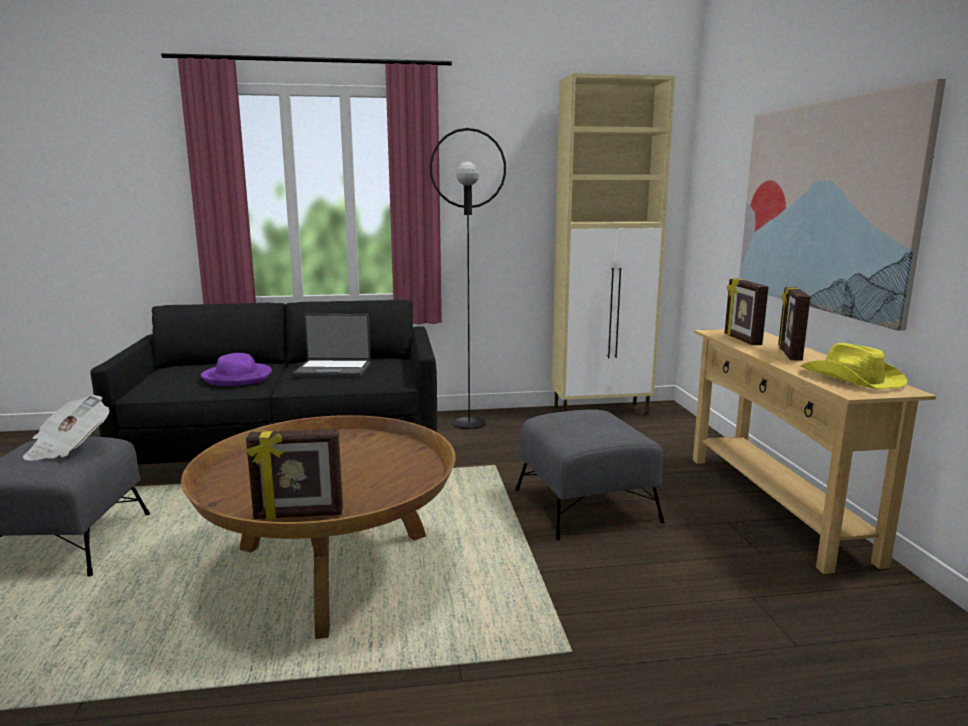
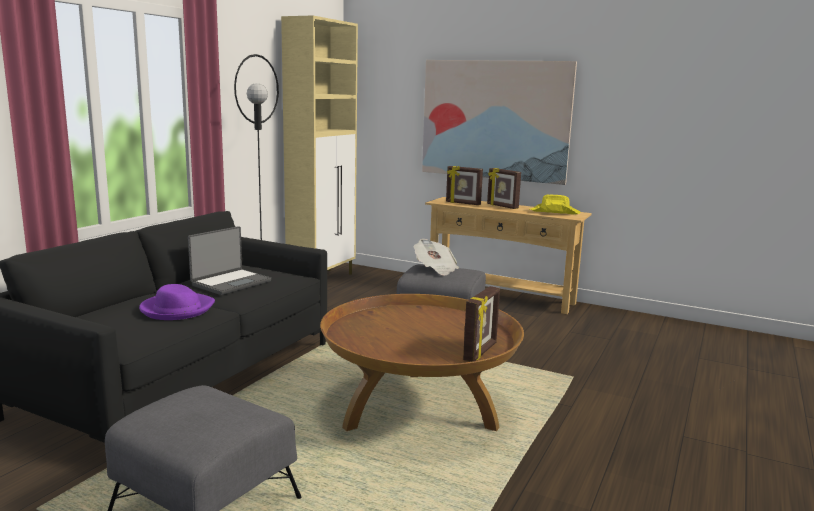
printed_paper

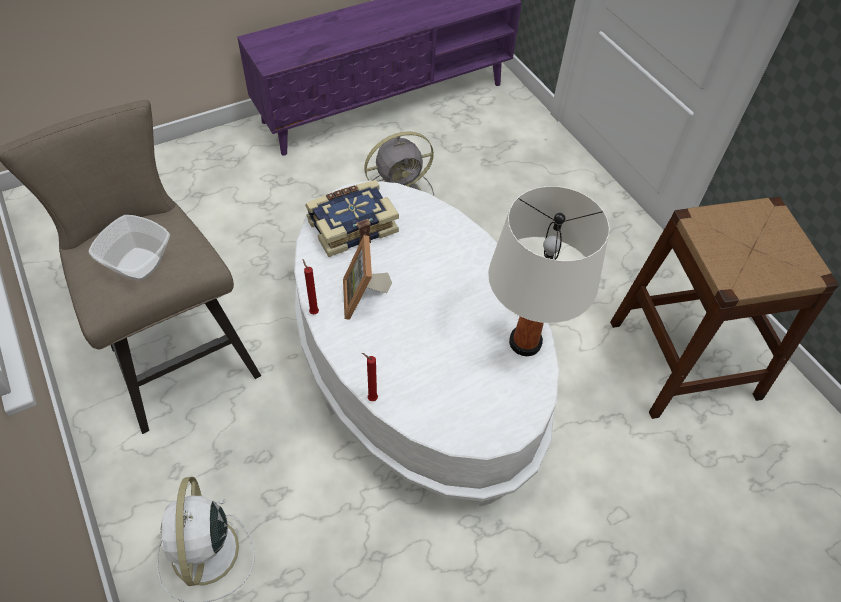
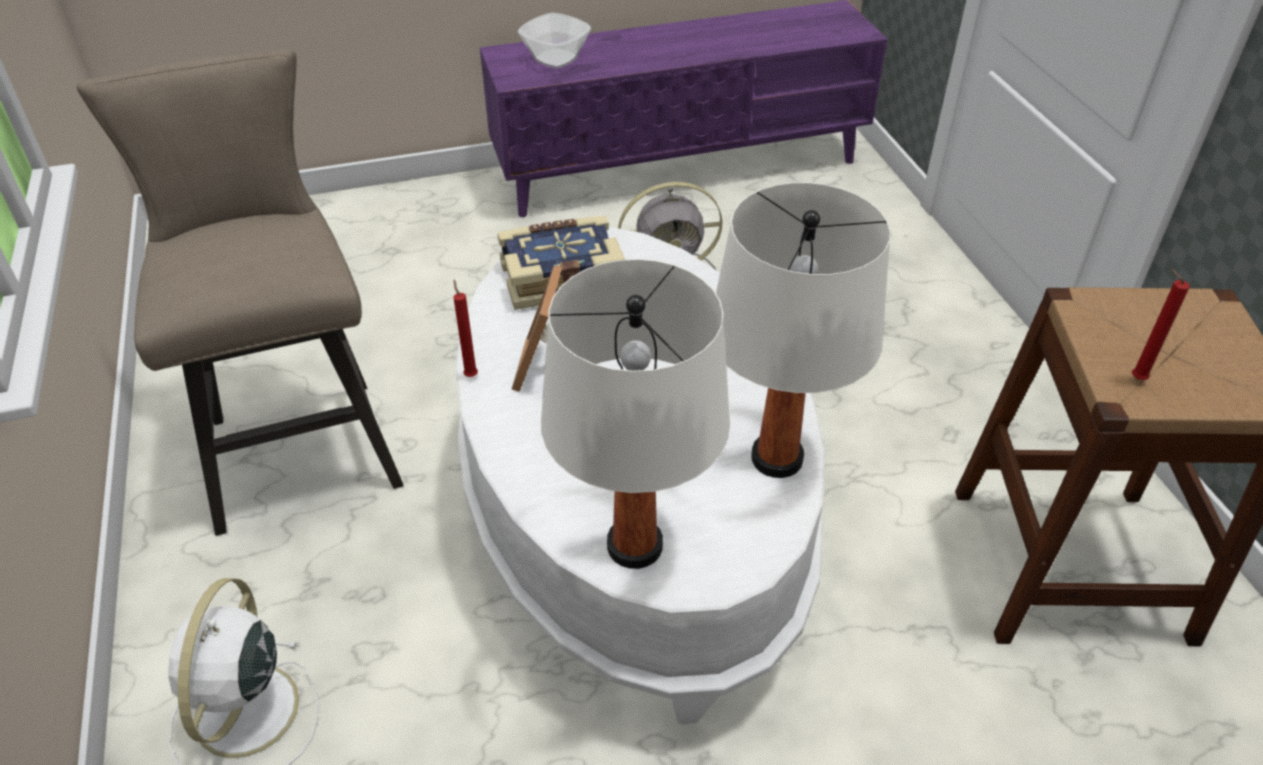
bowl
reddish_candle (no. 2 from left)
whitish_lamp_for_a_table (no. 1 from left)

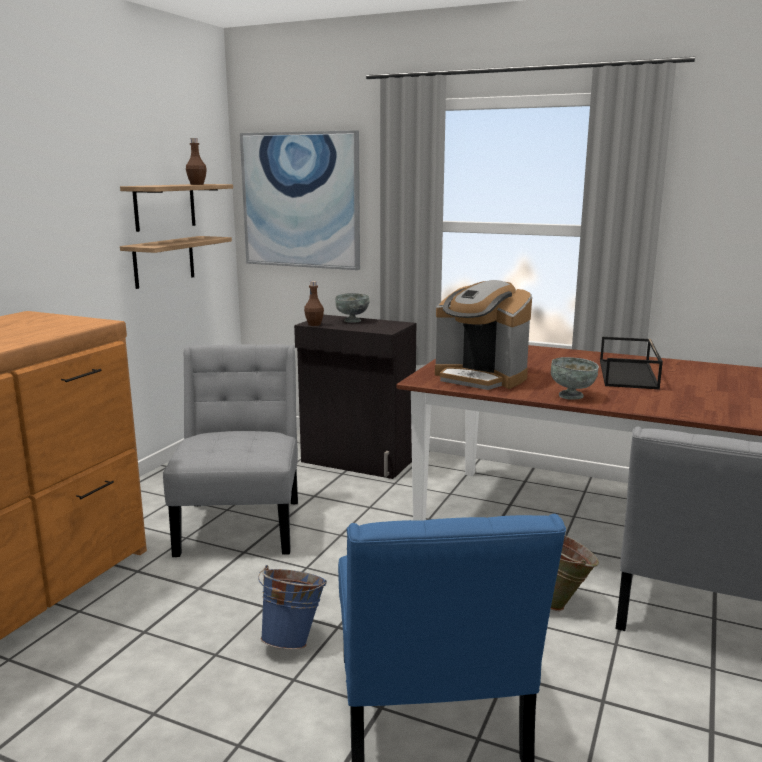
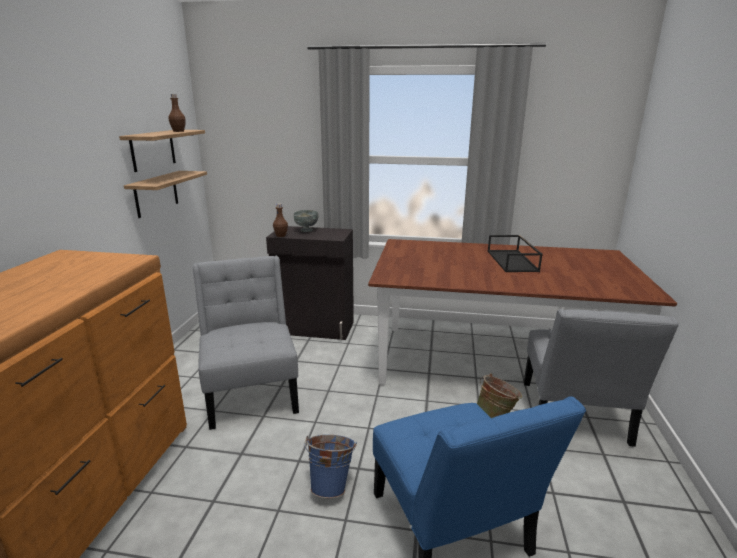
wall_art
coffee_maker
gray_bowl (no. 2 from left in the first image)

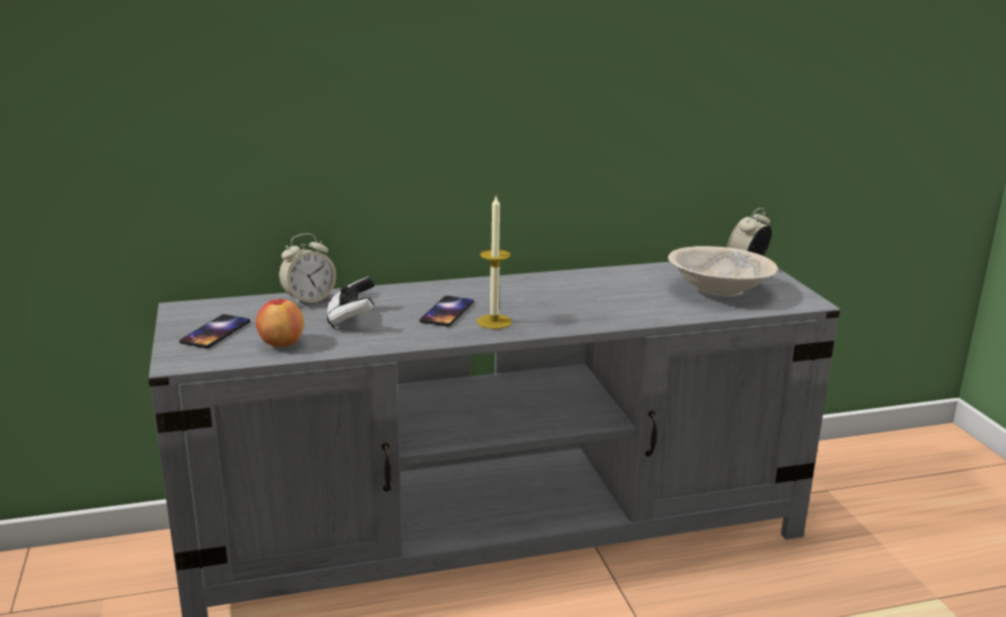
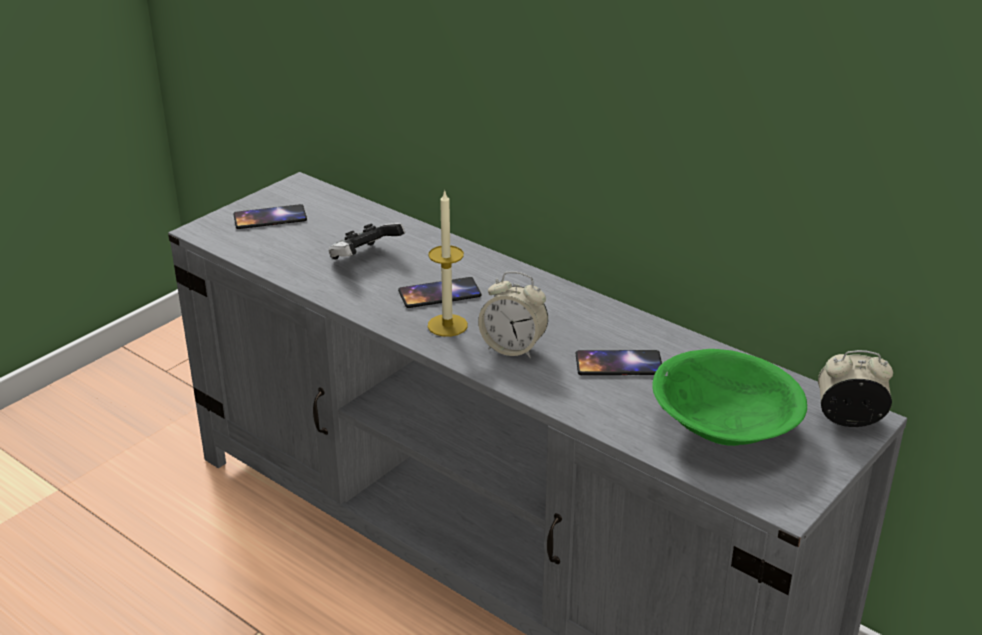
apple
bedside_clock (no. 1 from left)
green-coloured_bowl
handset (no. 3 from left)

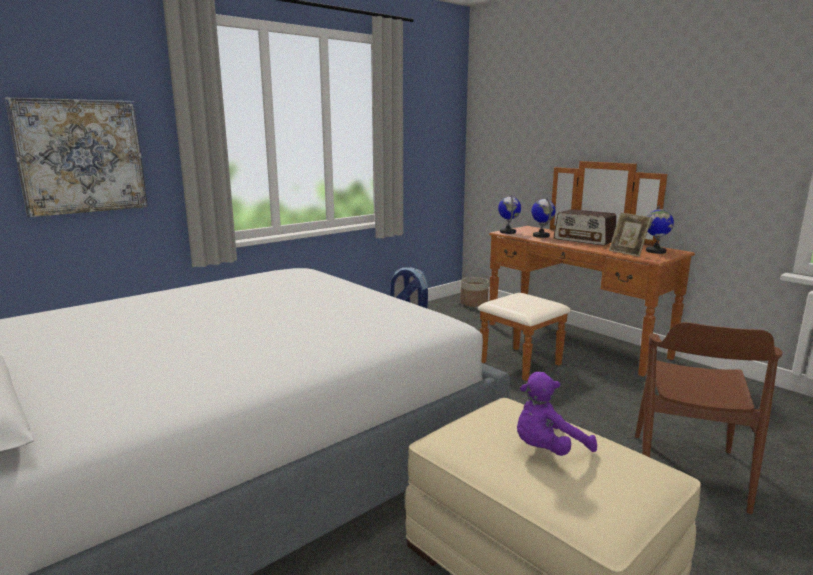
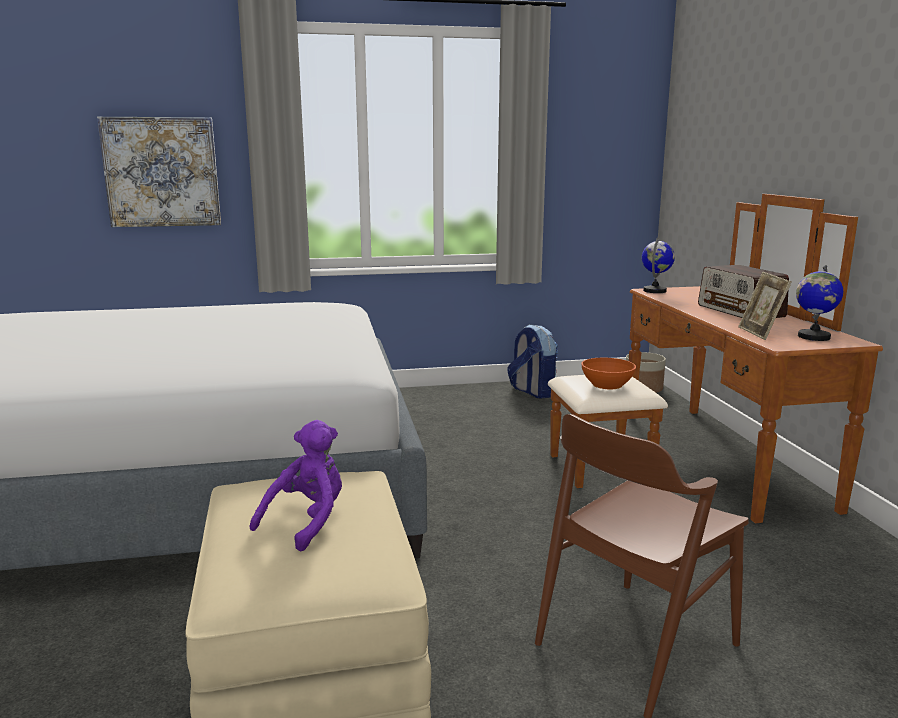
purple-coloured_soft_toy
globe (no. 2 from left in the first image)
orange_bowl

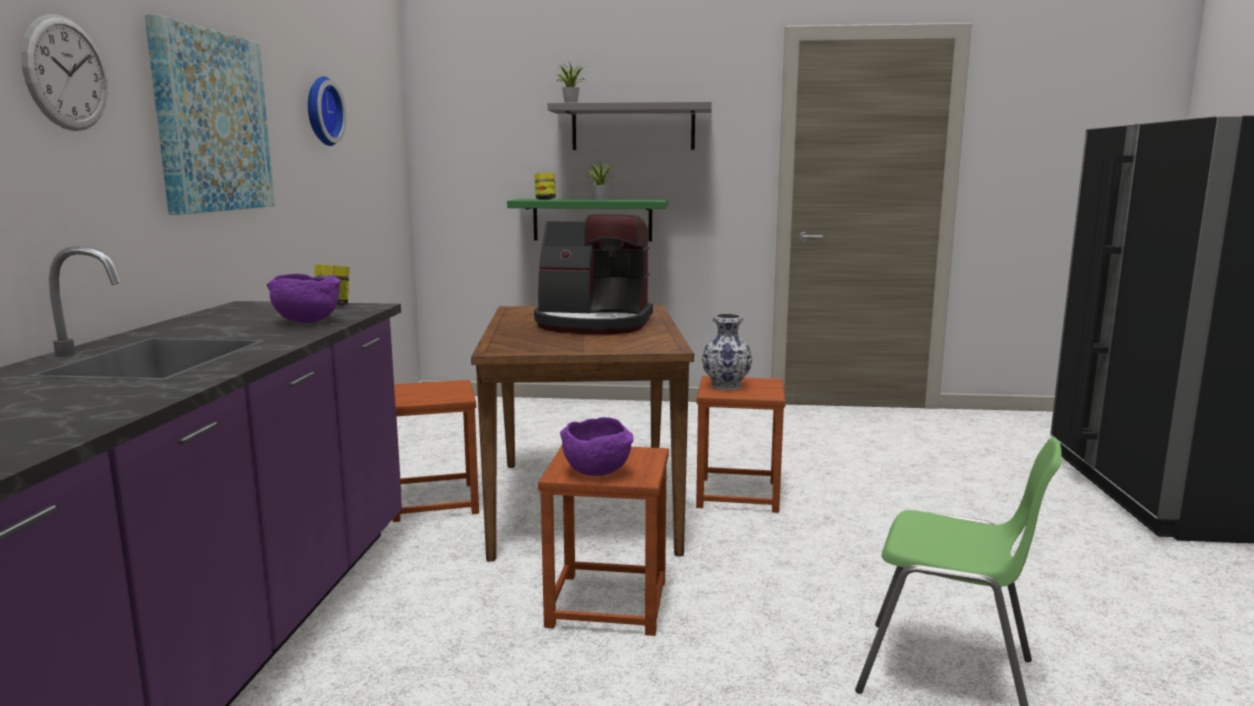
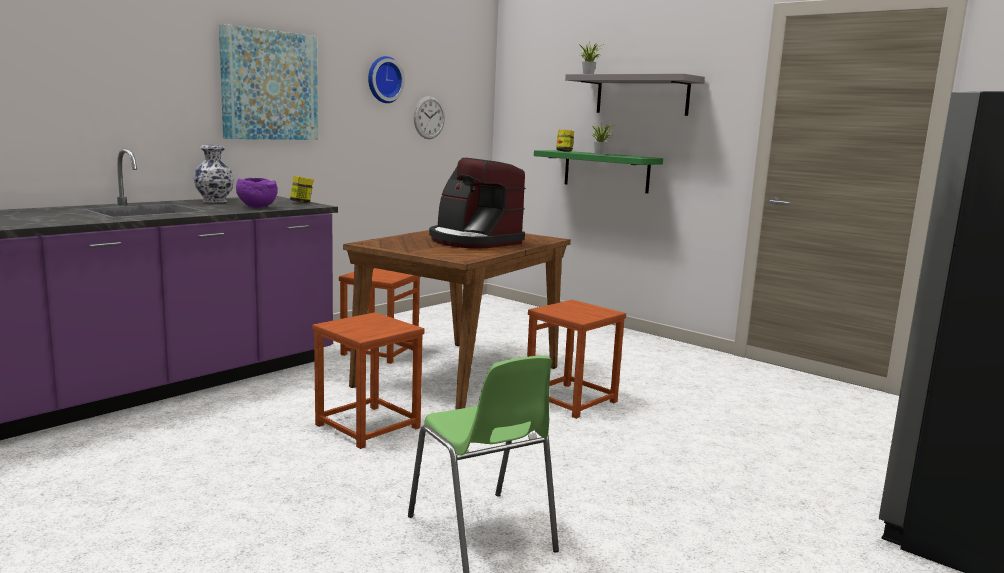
wall_clock (no. 2 from left)
purple-coloured_bowl (no. 2 from left in the first image)
vase

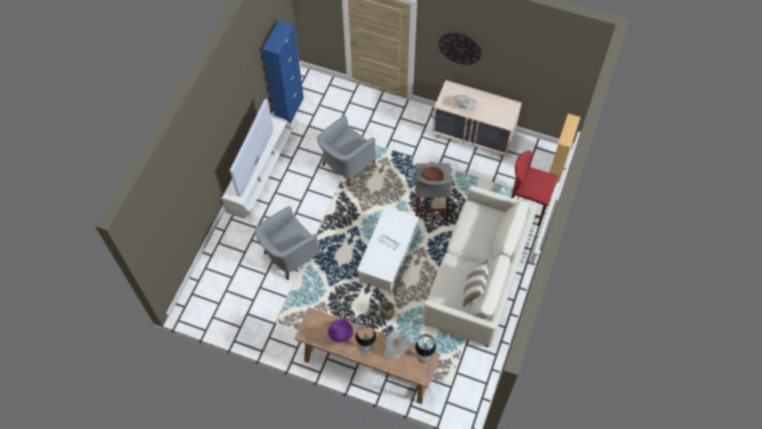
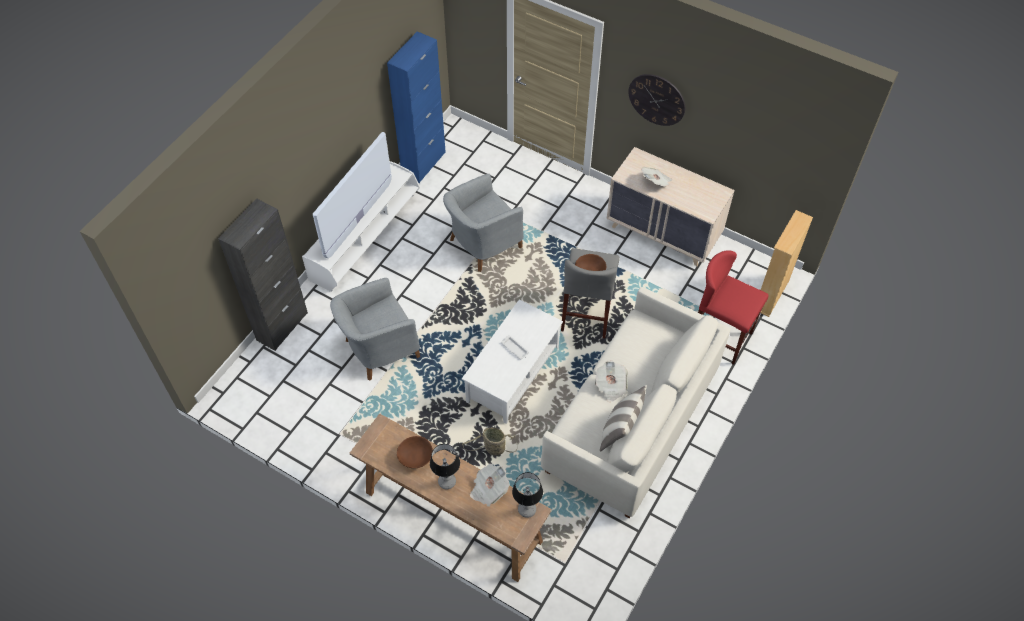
brown-coloured_bowl (no. 1 from left)
blackish_cabinet
printed_paper (no. 2 from left)

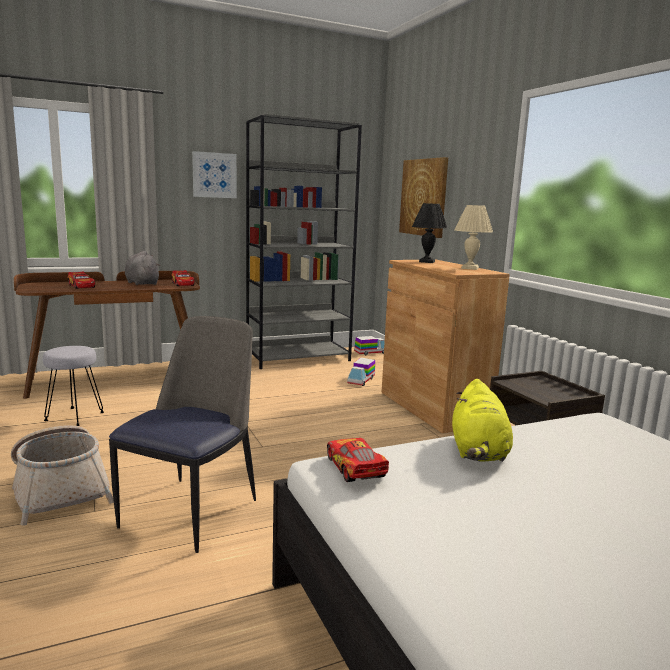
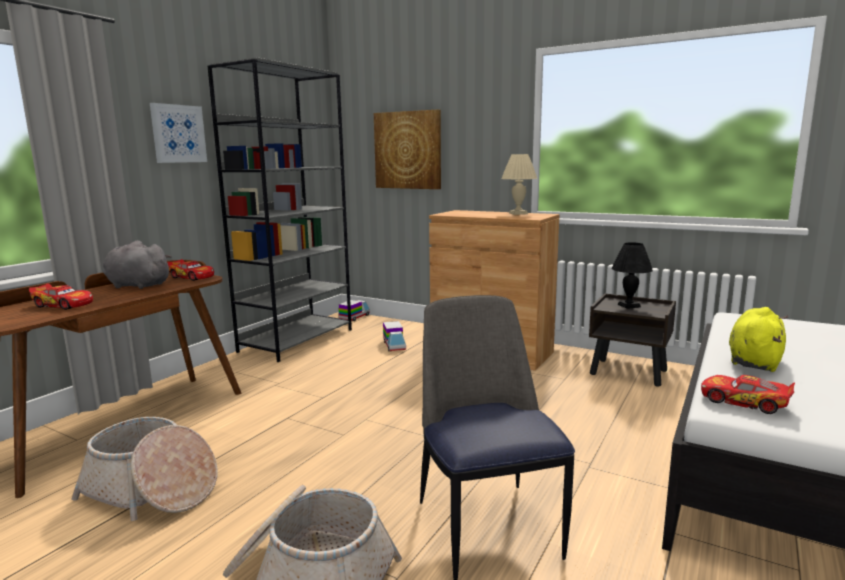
household_basket (no. 1 from left)
blackish_lamp_for_a_table
yellowish_soft_toy

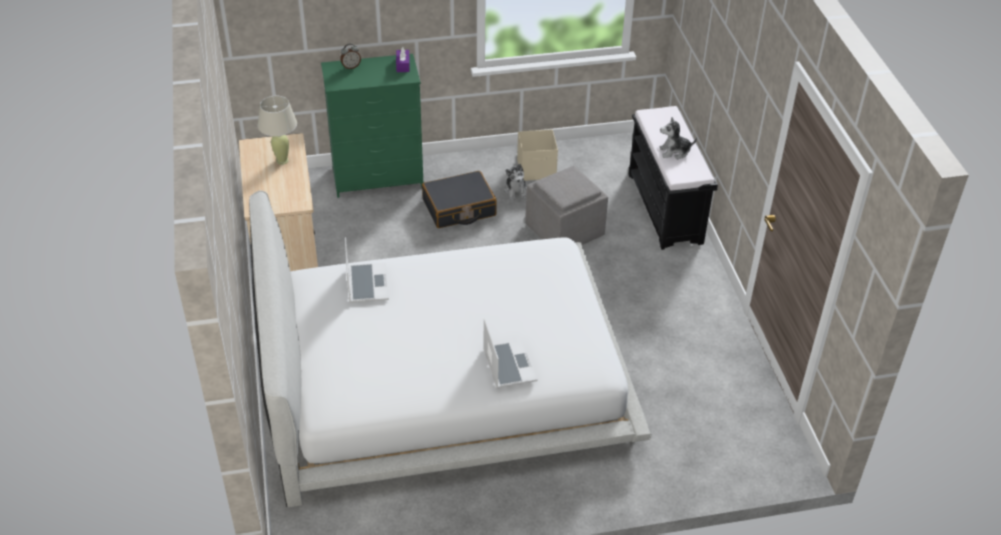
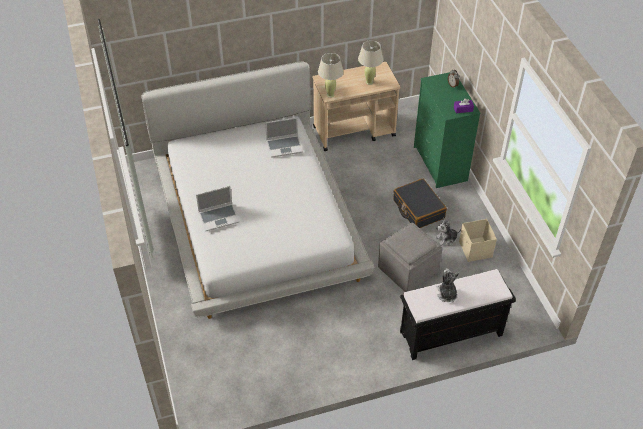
beige_lamp_for_a_table (no. 1 from left)

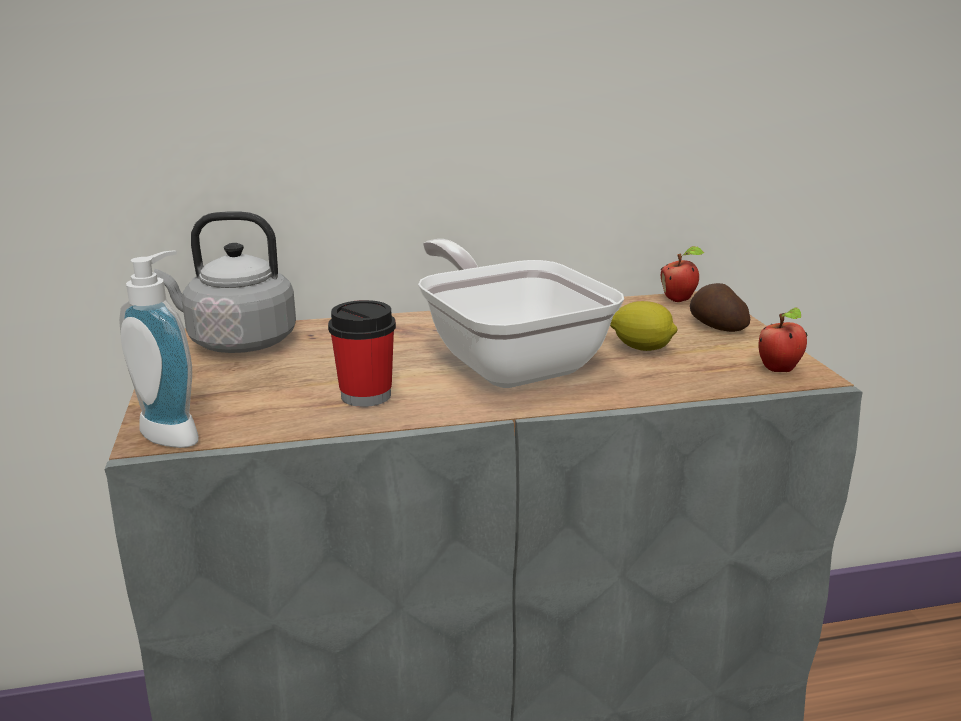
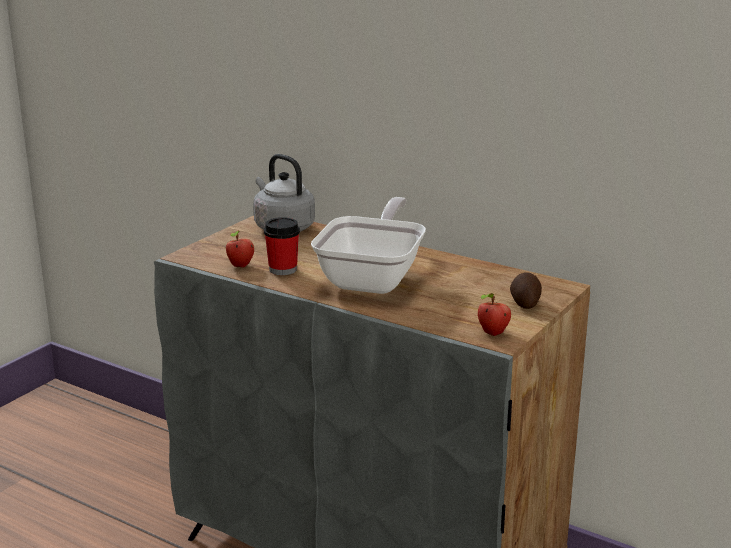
soap_bottle
lemon
apple (no. 1 from left)

